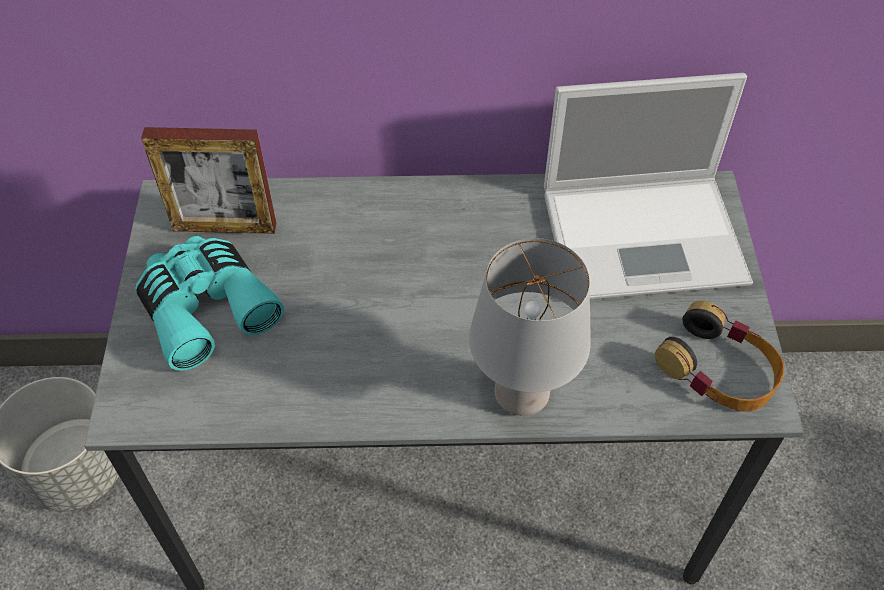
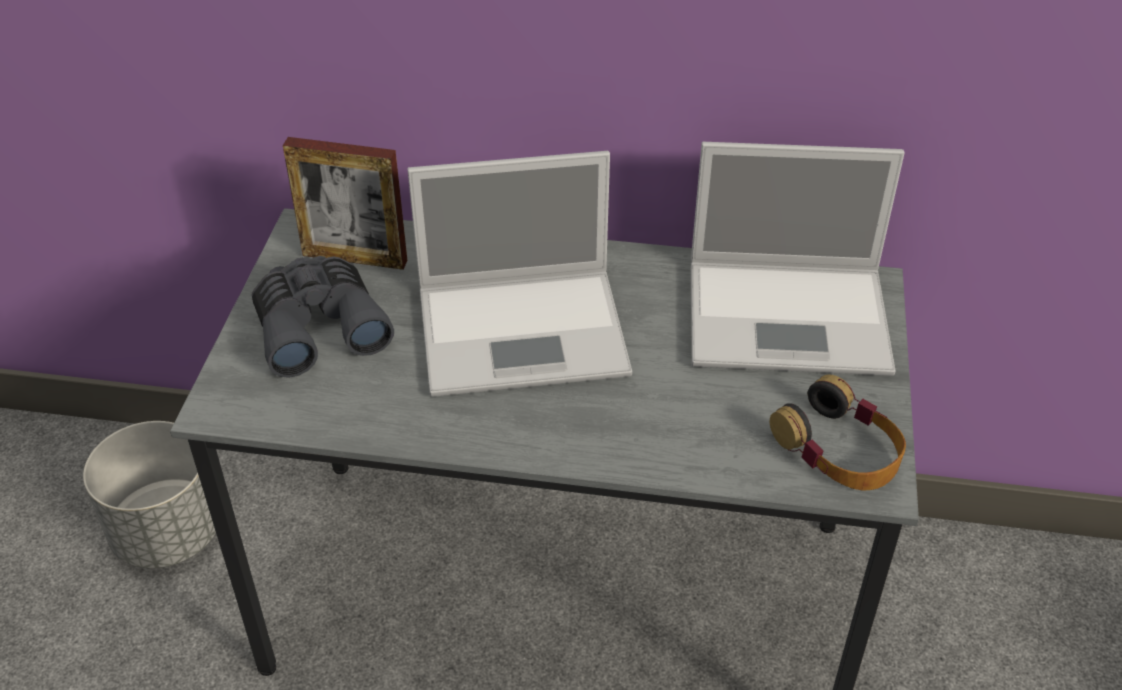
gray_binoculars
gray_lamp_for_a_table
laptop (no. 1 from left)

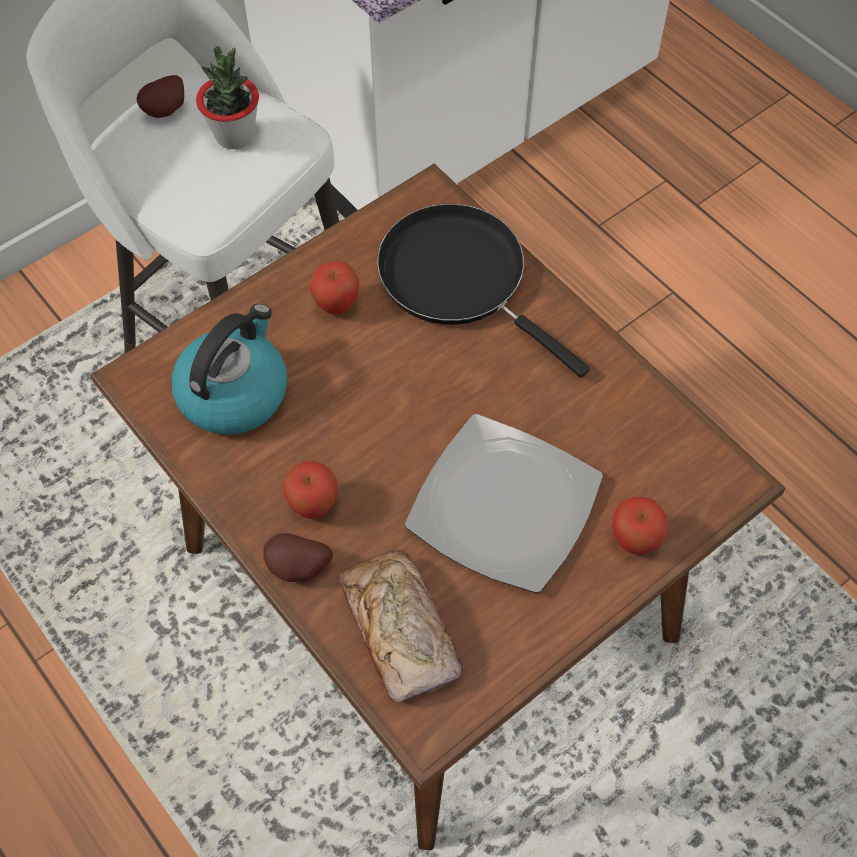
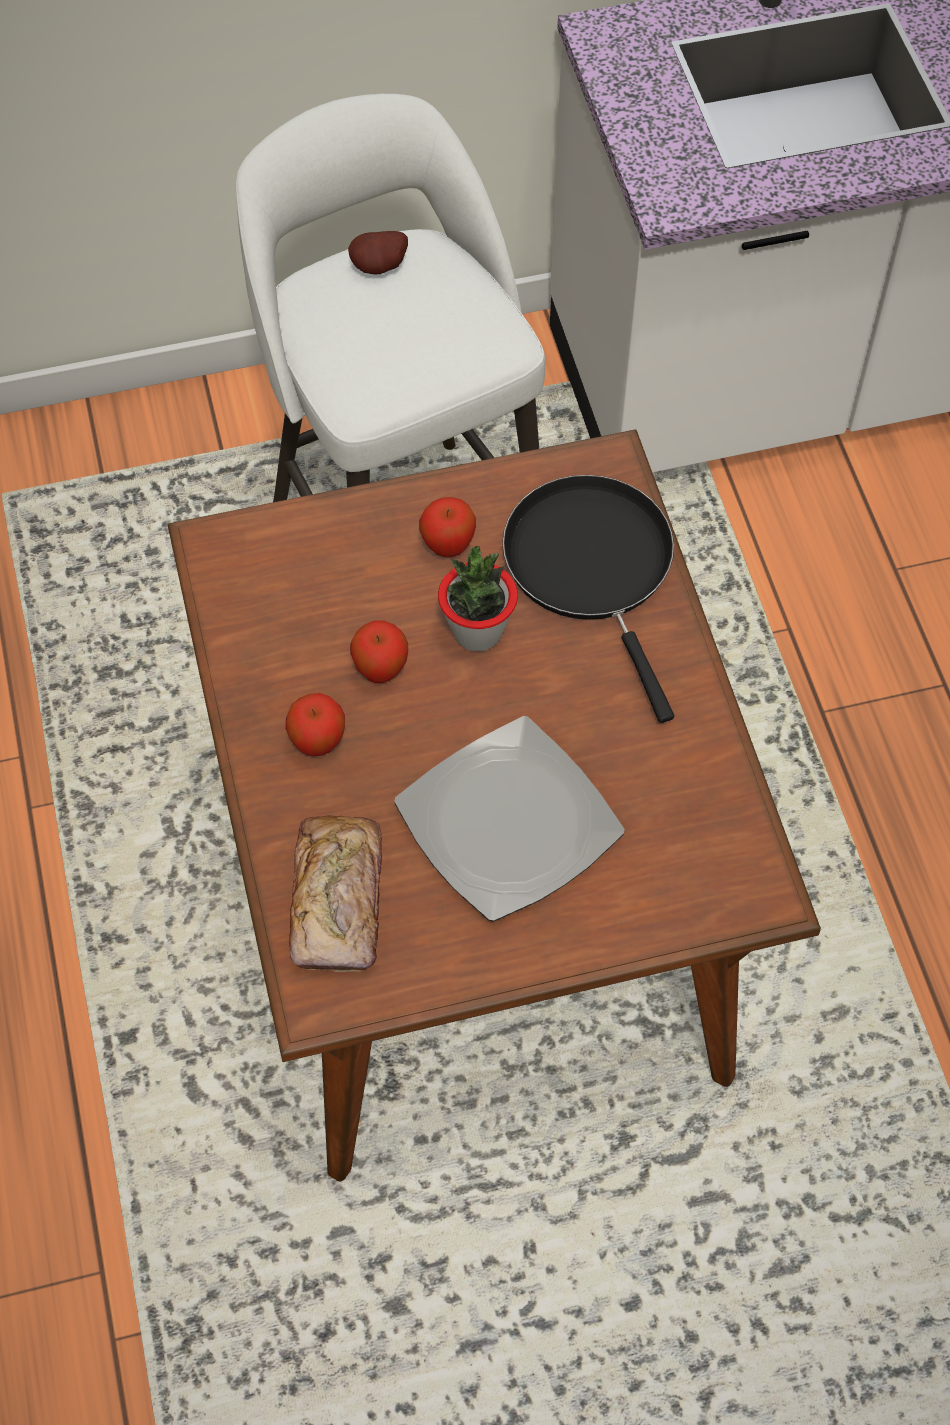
water_kettle
houseplant
potato (no. 2 from left in the first image)
apple (no. 2 from left)

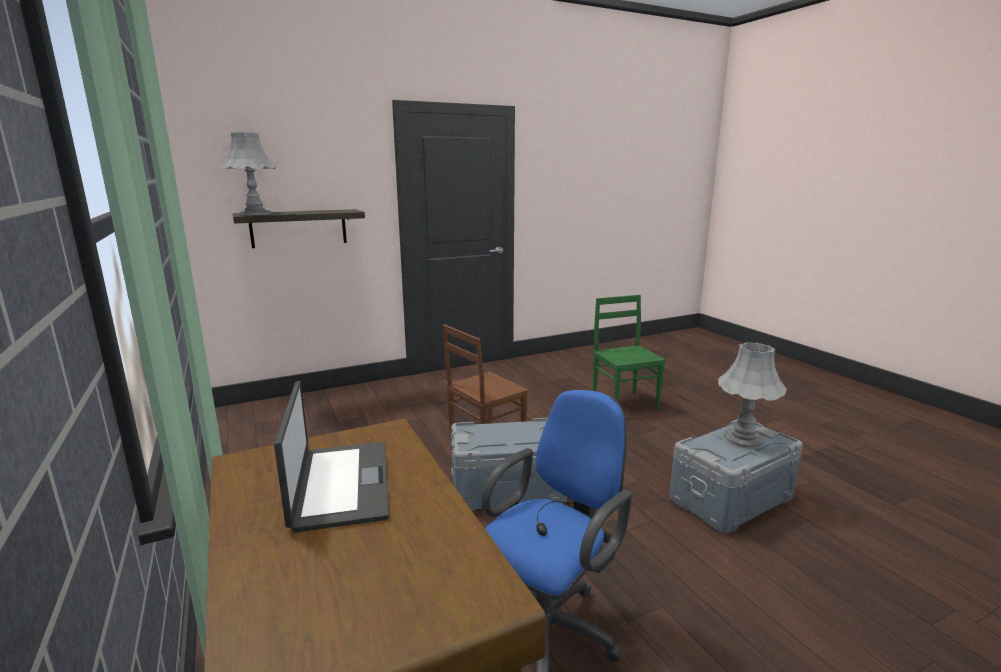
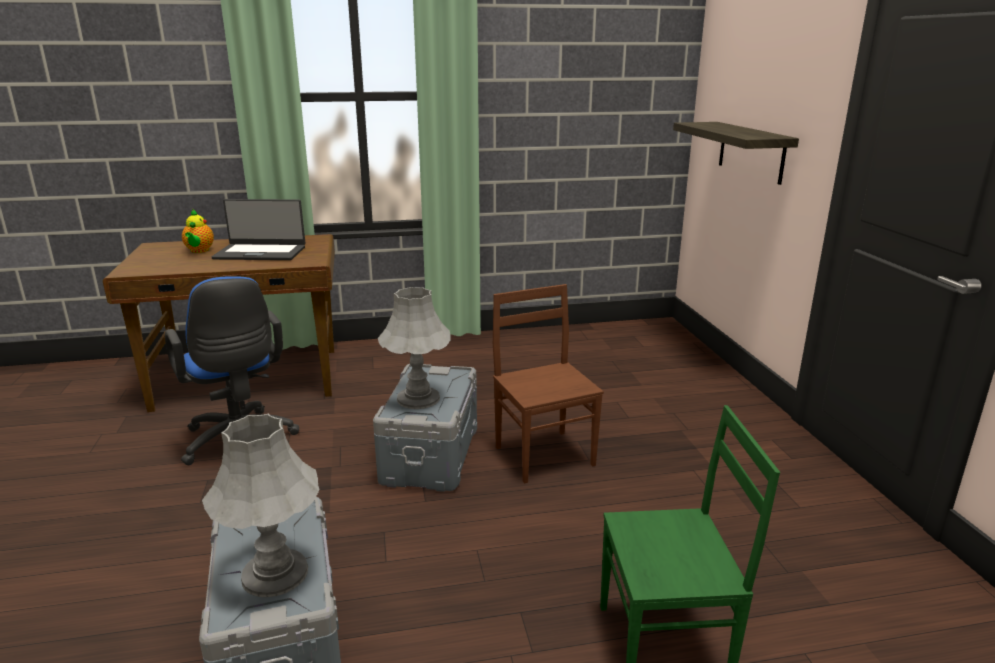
gray_lamp_for_a_table (no. 2 from left)
tea_pot

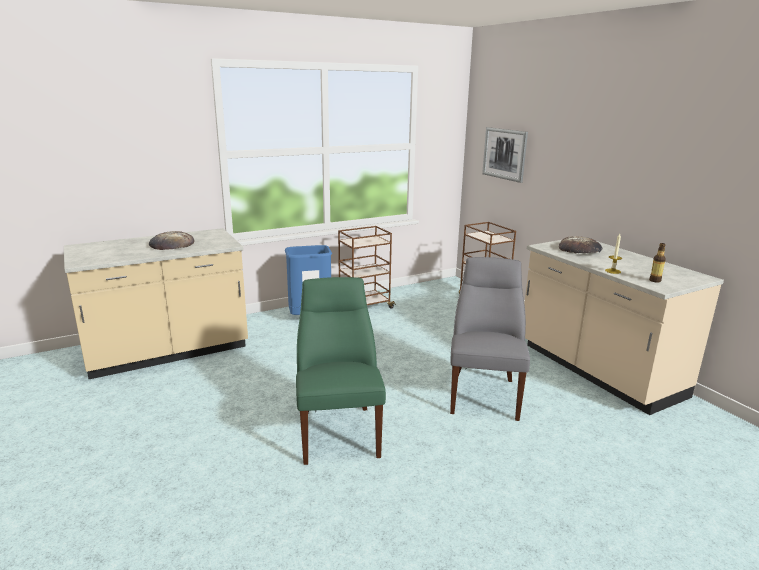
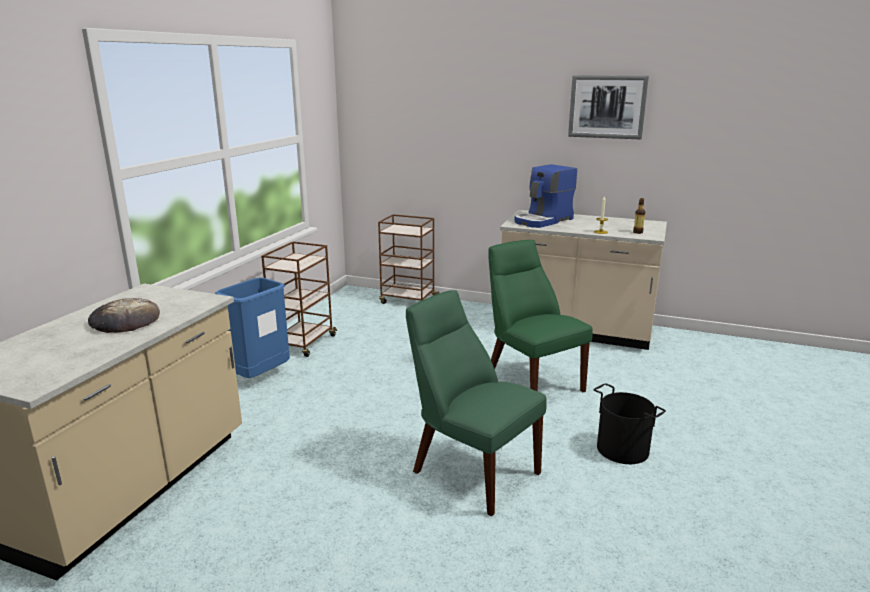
green-coloured_upright_chair (no. 2 from left)
wall_art
coffee_maker
blackish_bucket

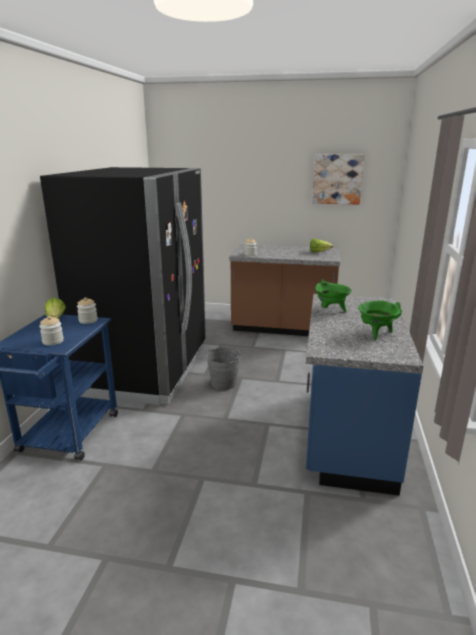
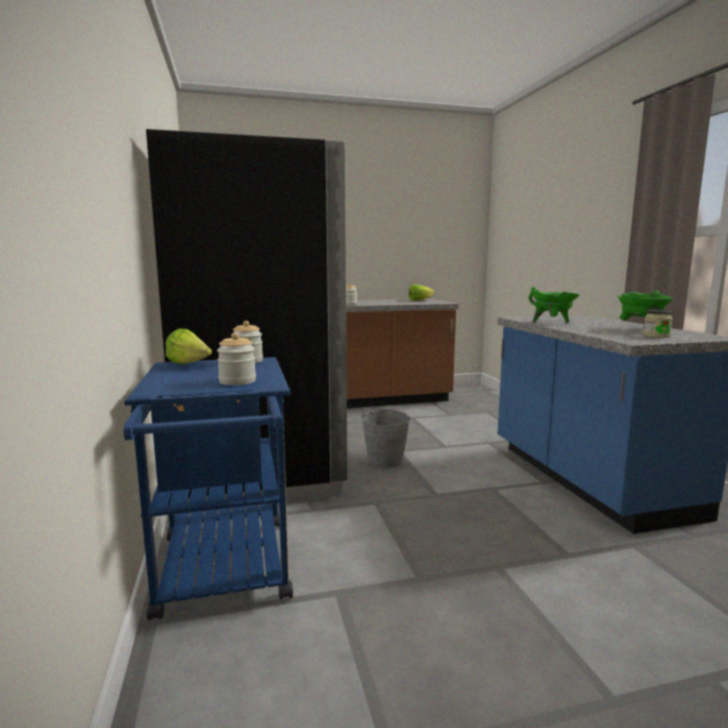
wall_art
storage_jar (no. 4 from left)

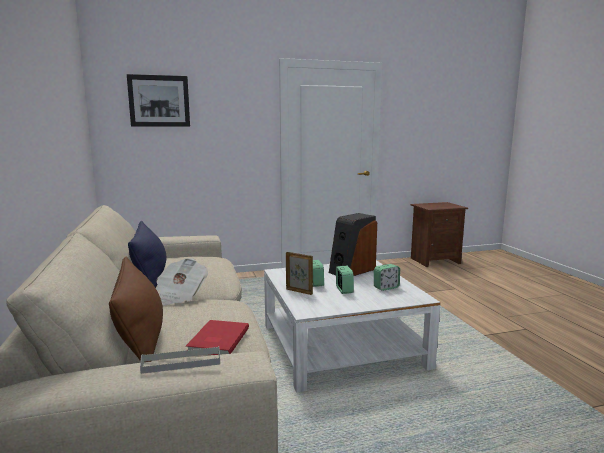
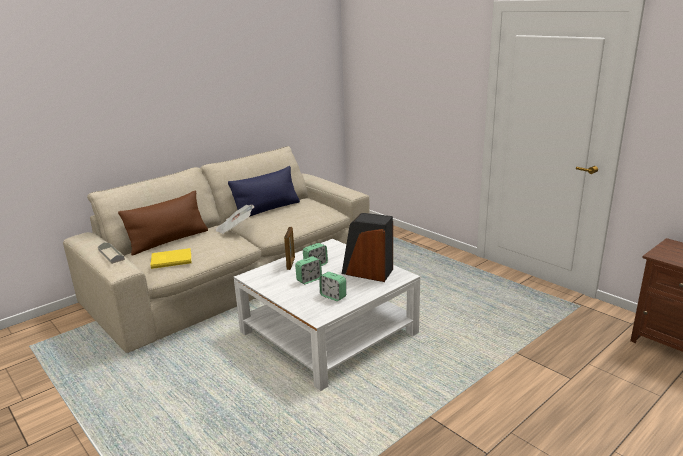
wall_art
yellowish_bound_book

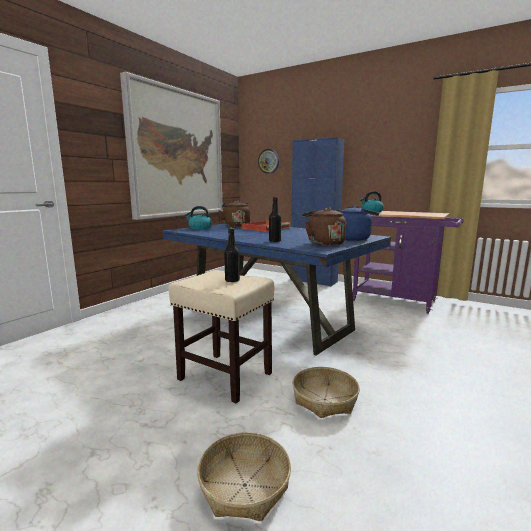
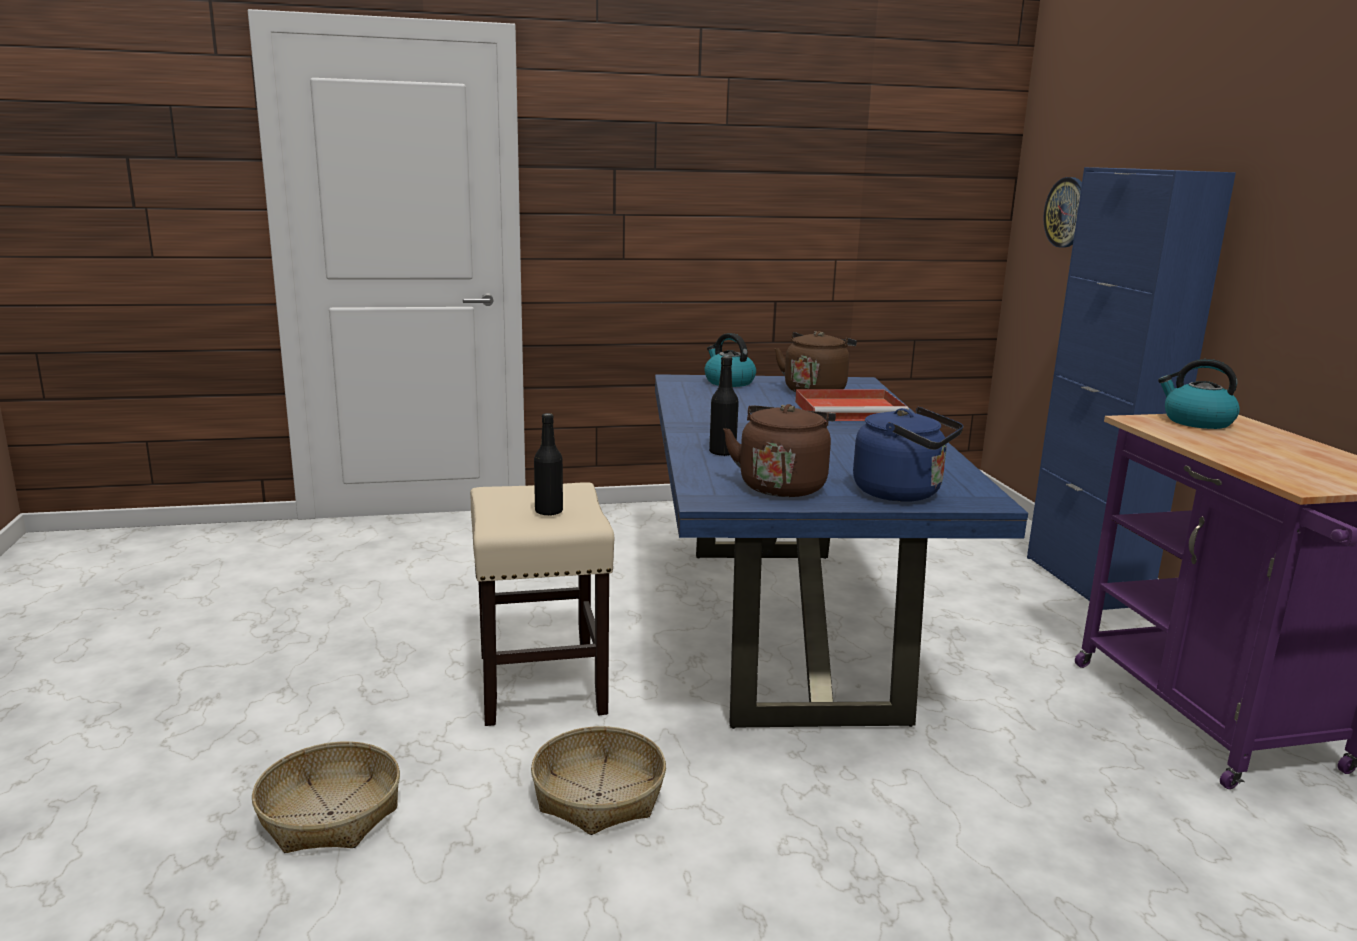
wall_art

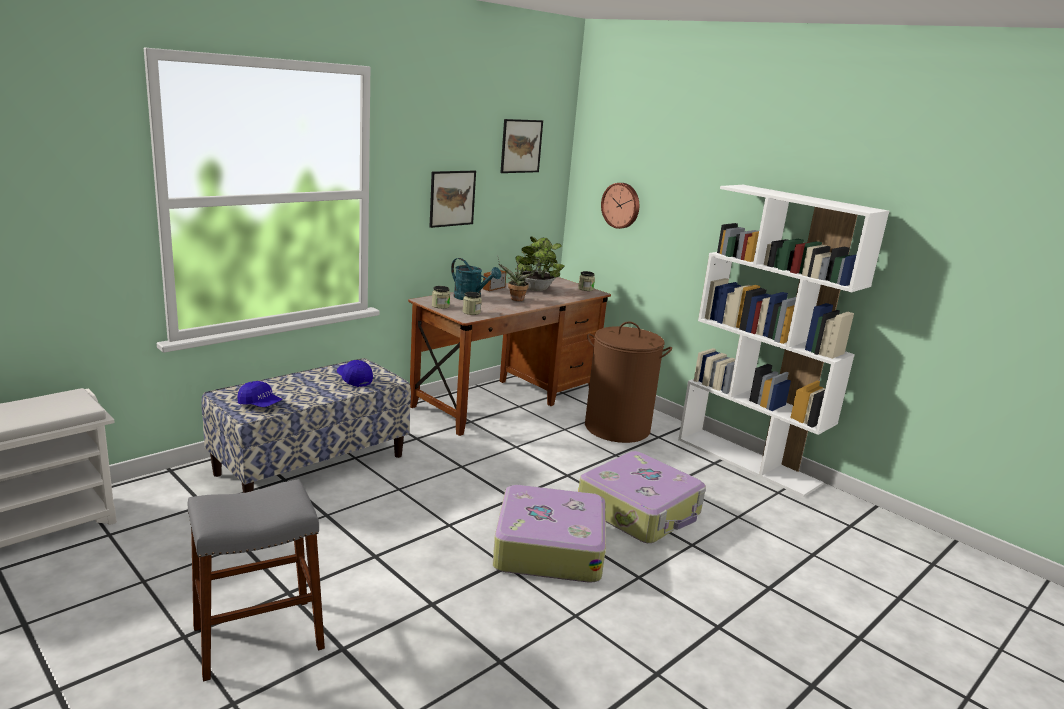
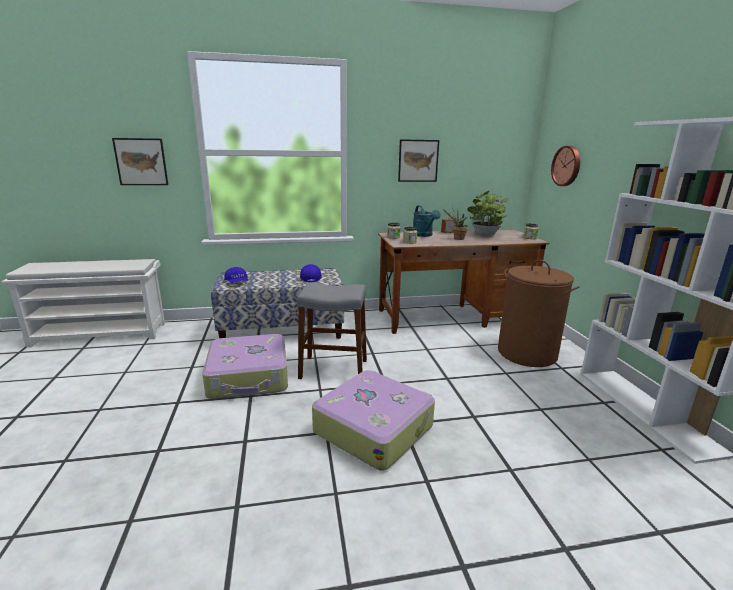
gray_stool_seat
wall_art (no. 1 from left)
piece_of_luggage (no. 1 from left)

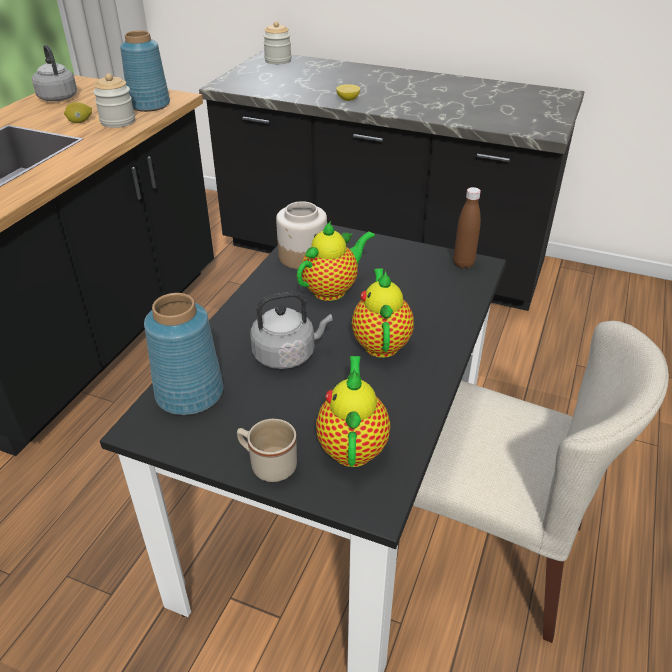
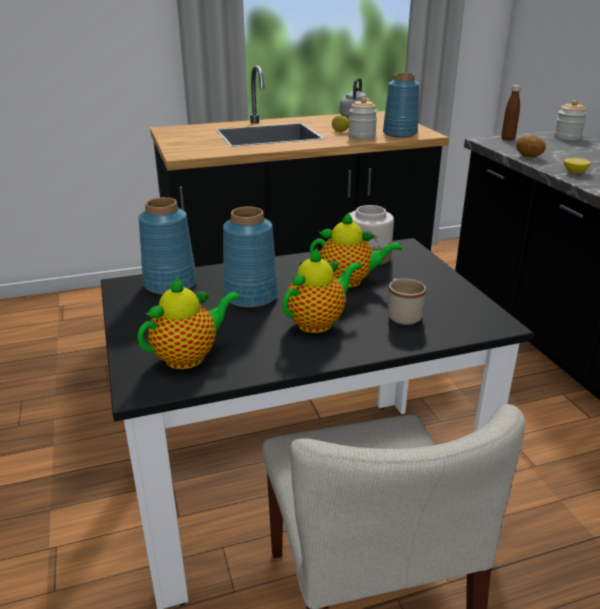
beige_tea_mug
blue-coloured_vase (no. 2 from left)
brown-coloured_beverage_bottle
potato

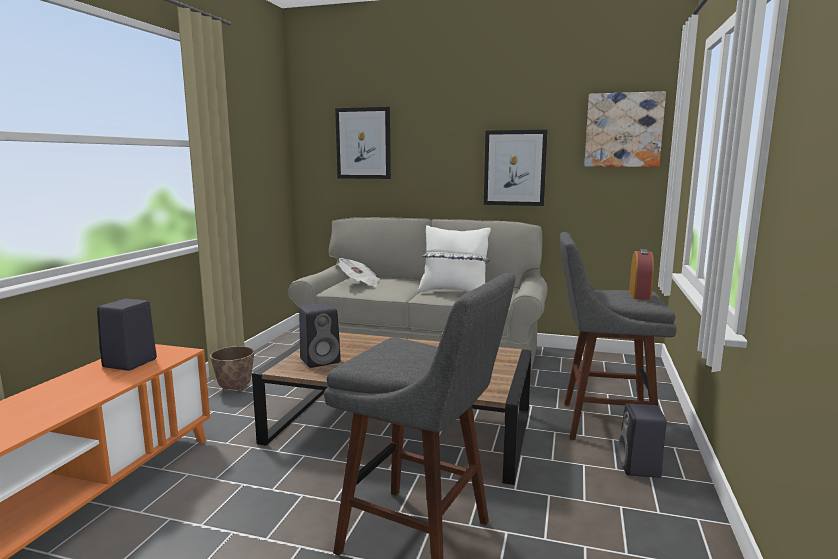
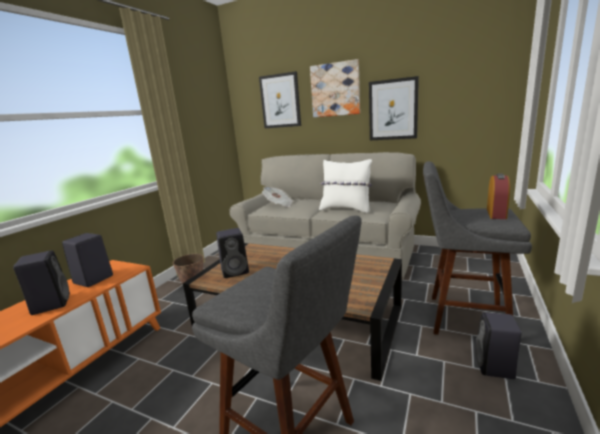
wall_art (no. 2 from left)
blackish_speaker (no. 1 from left)

